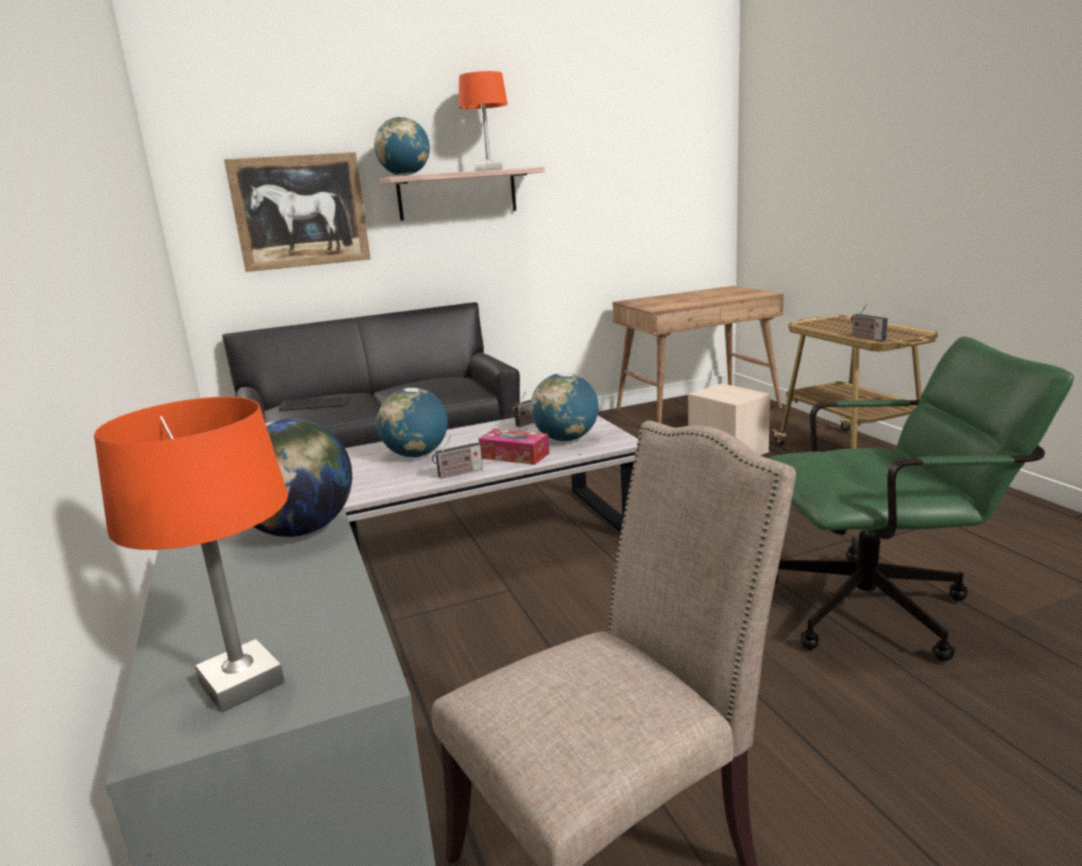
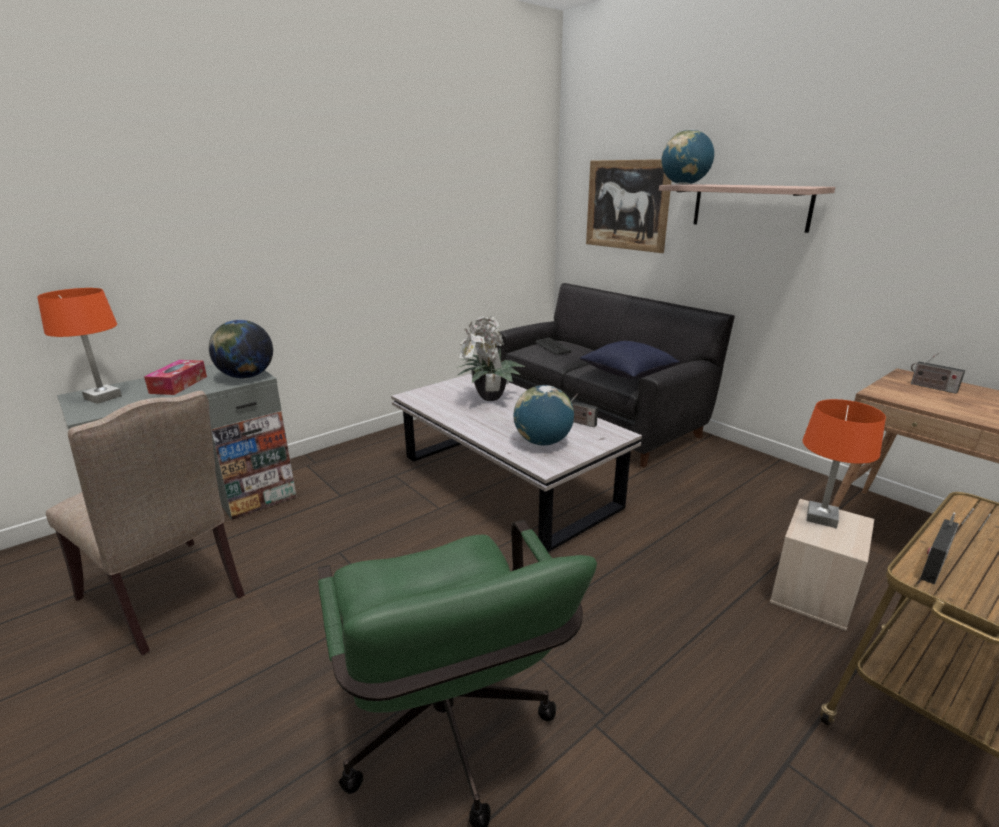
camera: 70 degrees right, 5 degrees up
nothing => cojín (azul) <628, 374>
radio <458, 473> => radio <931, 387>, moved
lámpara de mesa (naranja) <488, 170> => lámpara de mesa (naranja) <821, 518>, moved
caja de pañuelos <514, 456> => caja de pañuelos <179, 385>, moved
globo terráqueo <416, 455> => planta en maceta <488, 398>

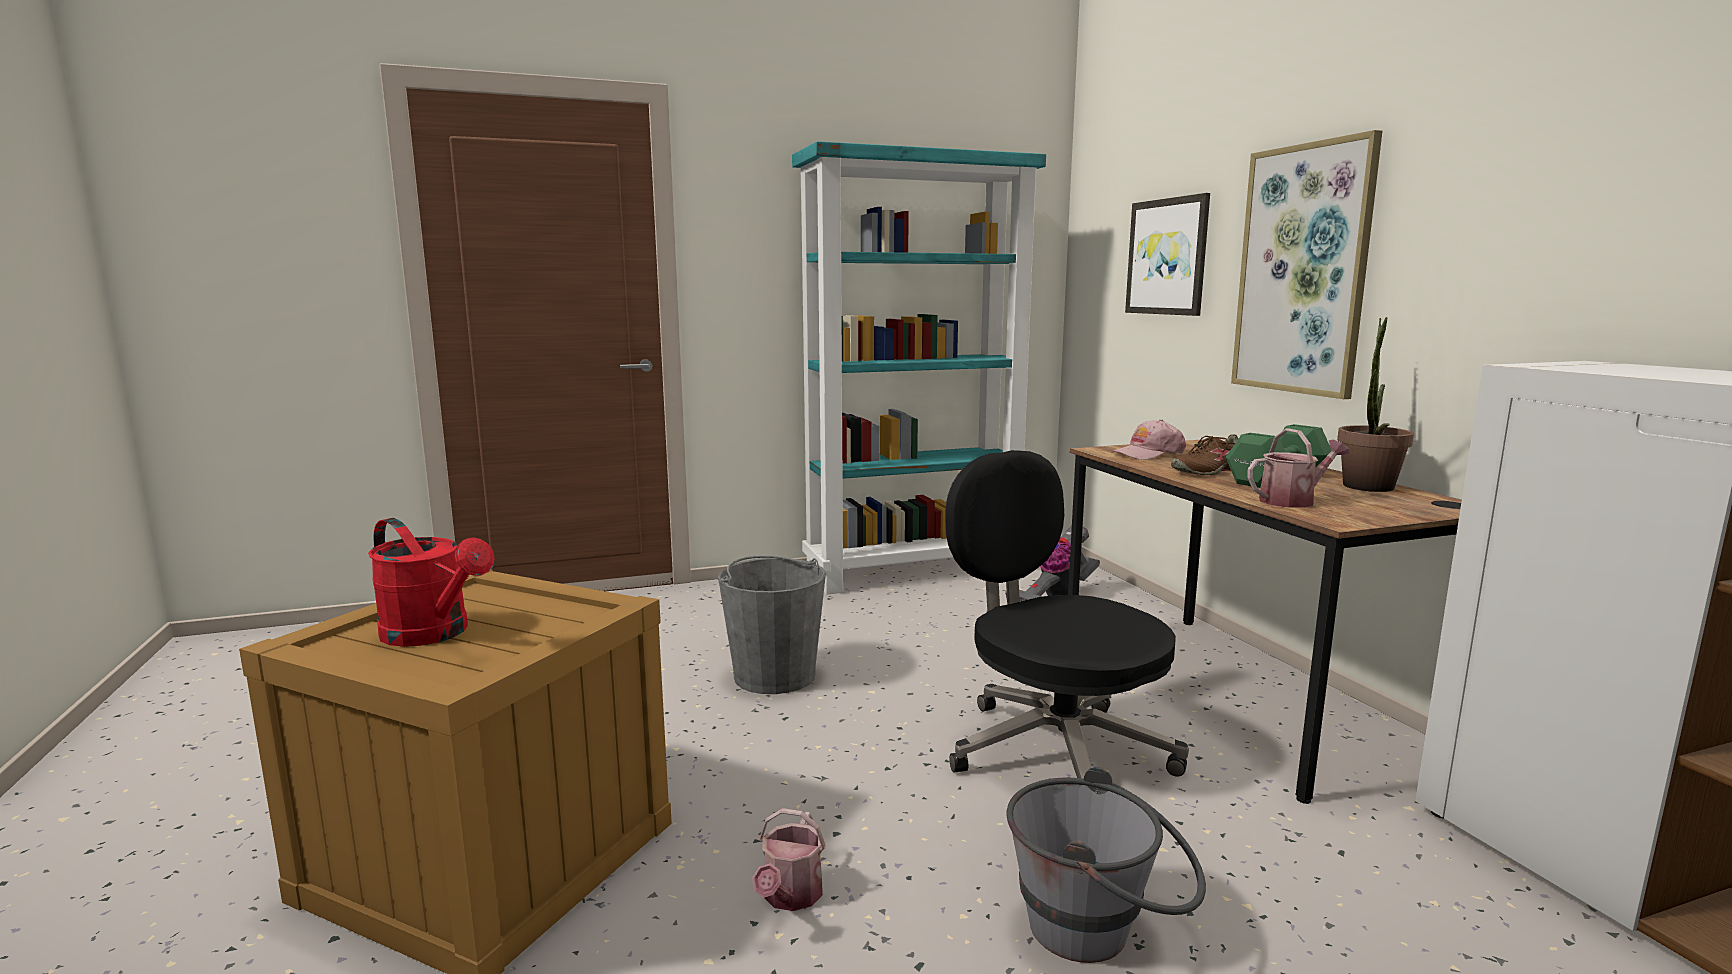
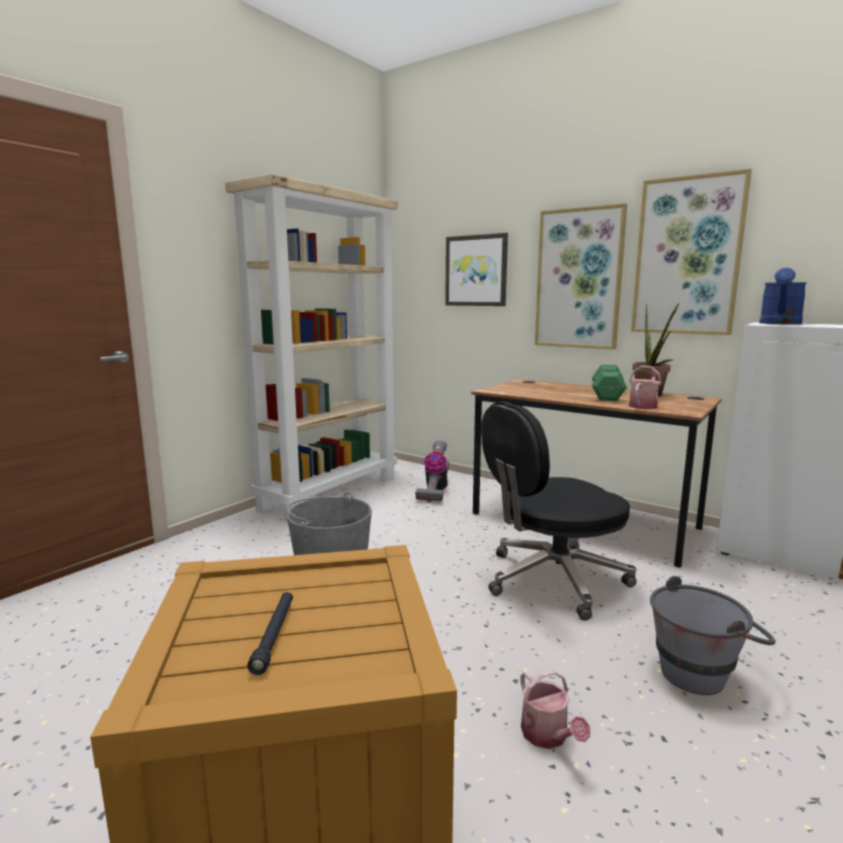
camera: 35 degrees left, 0 degrees up
gorra (rosa) <1148, 453> => nothing
zapato (marrón) <1207, 471> => nothing
nothing => cuadro <687, 256>
nothing => regadera (azul) <780, 324>
regadera (rojo) <434, 634> => linterna (negro) <274, 636>
estantería (turquesa) <914, 571> => estantería (beis) <330, 492>
silla de oficina (negro) <1055, 750> => silla de oficina (negro) <552, 580>, 45 degrees counterclockwise

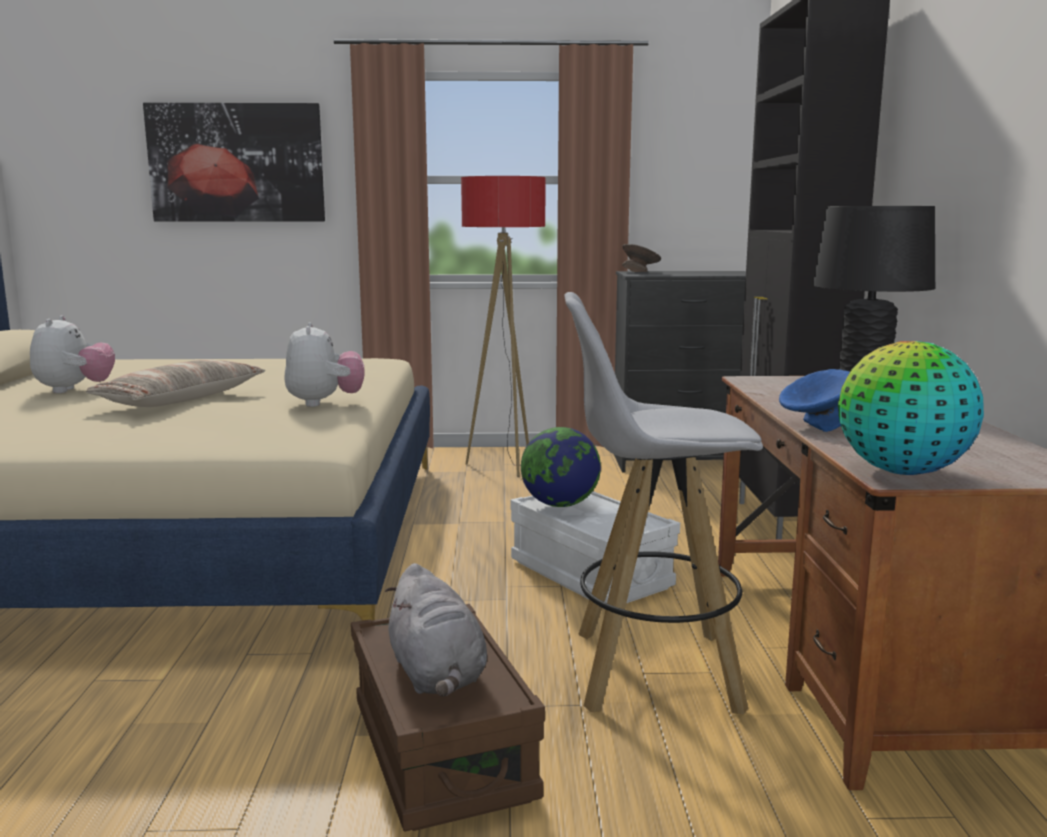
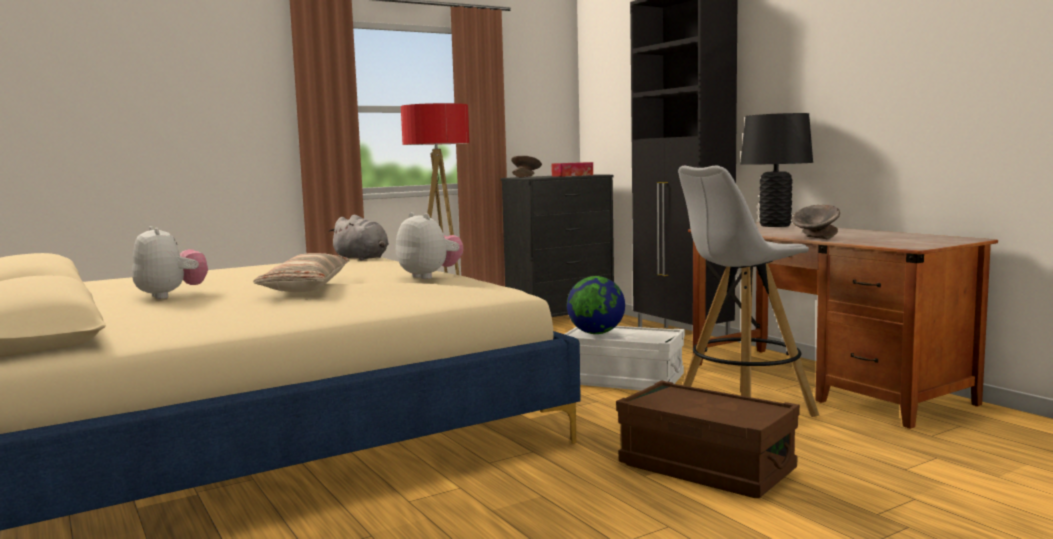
camera: 30 degrees left, 5 degrees down
cuadro <236, 163> => nothing
globo terráqueo <902, 472> => nothing
nothing => caja de pañuelos <572, 175>
peluche (gris) <437, 675> => peluche (gris) <362, 258>, moved
cuenco (azul) <816, 426> => cuenco (gris) <815, 238>

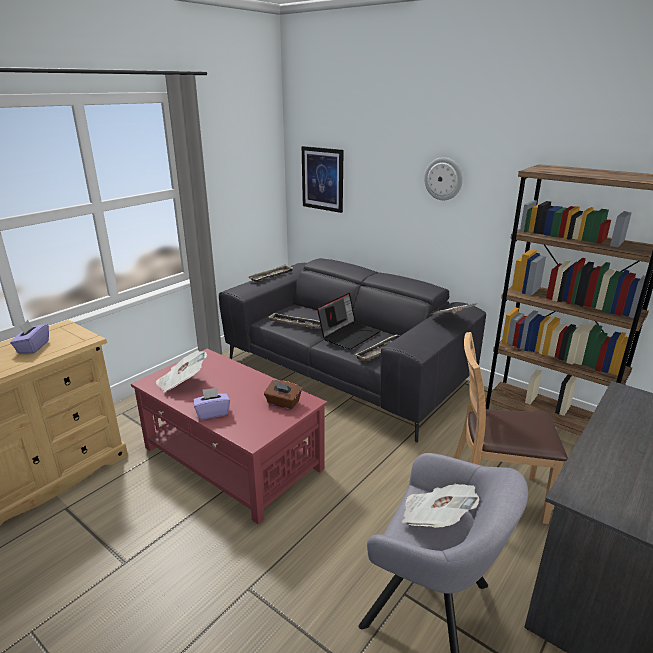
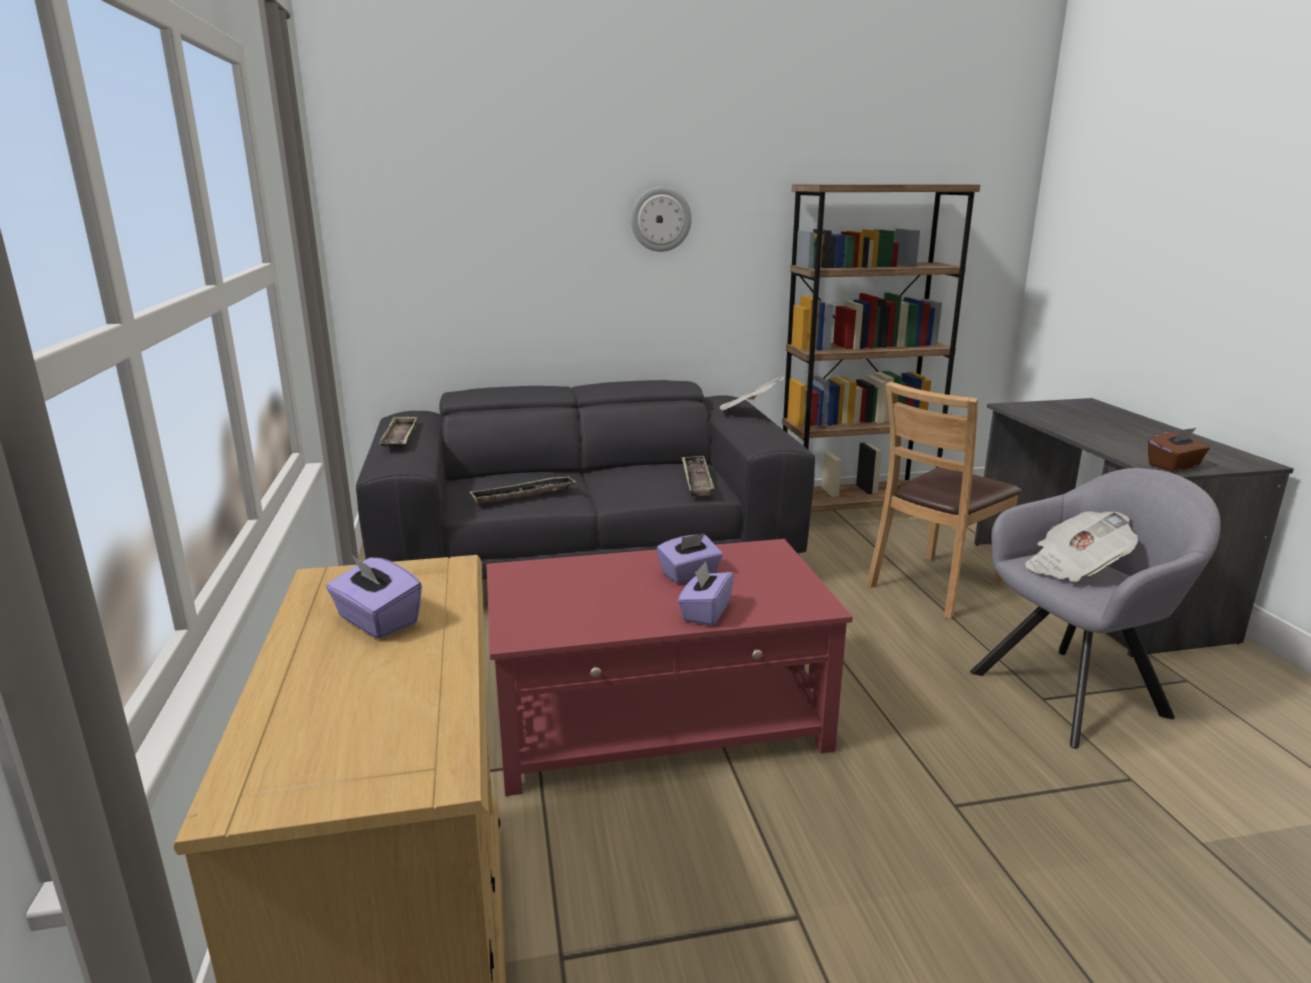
camera: 50 degrees left, 5 degrees down
periódico <182, 383> => nothing
cuadro <322, 179> => nothing
portátil <349, 334> => nothing
nothing => caja de pañuelos (morado) <689, 574>
caja de pañuelos (marrón) <283, 403> => caja de pañuelos (marrón) <1174, 466>, moved

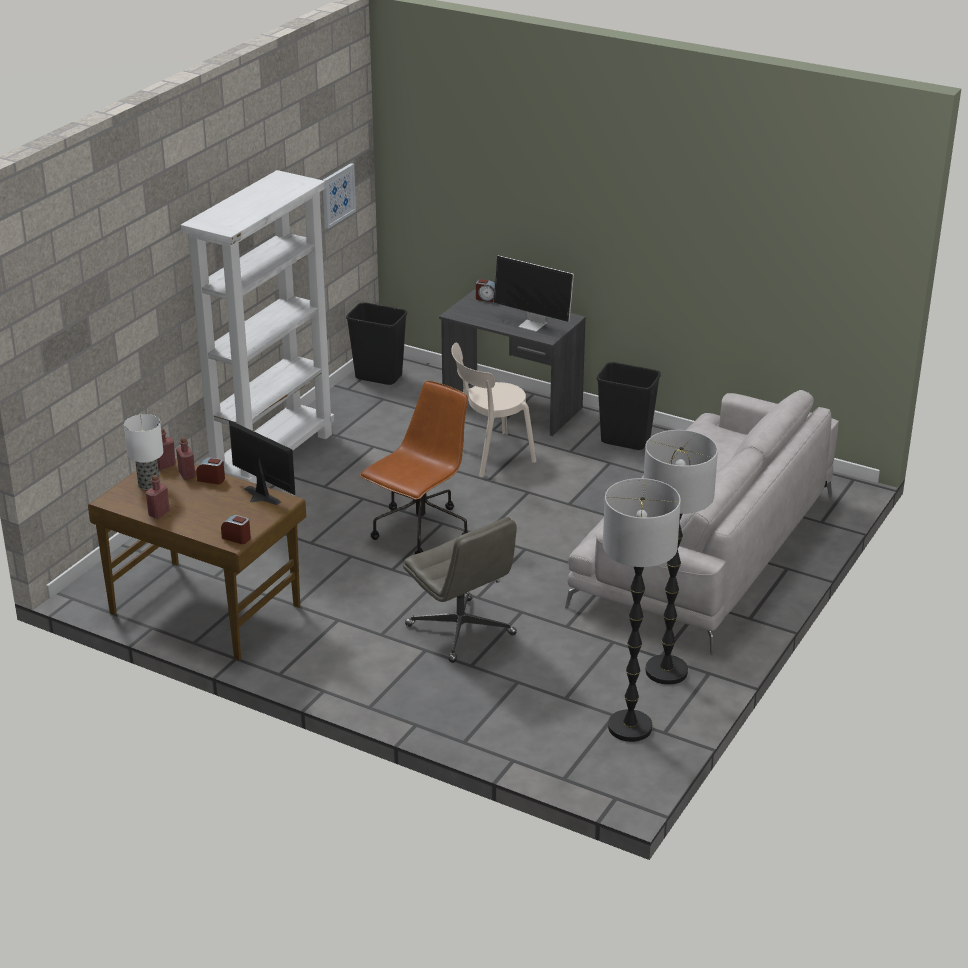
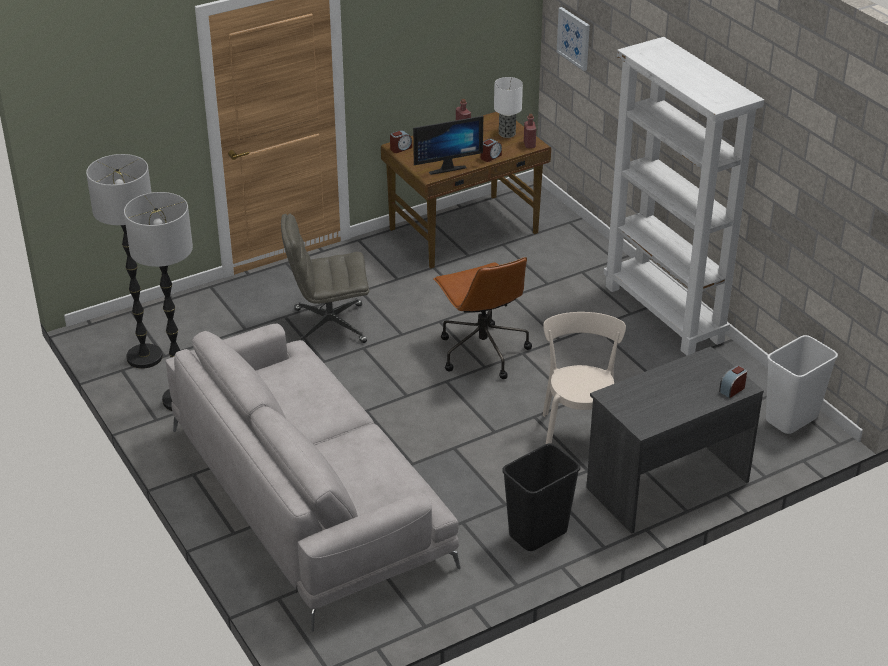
camera: 120 degrees right, 5 degrees up
botella (rojo) <187, 474> => nothing
monitor <533, 325> => nothing
cuadro <337, 195> => cuadro <574, 38>, moved
papelera (negro) <379, 377> => papelera (blanco) <791, 420>

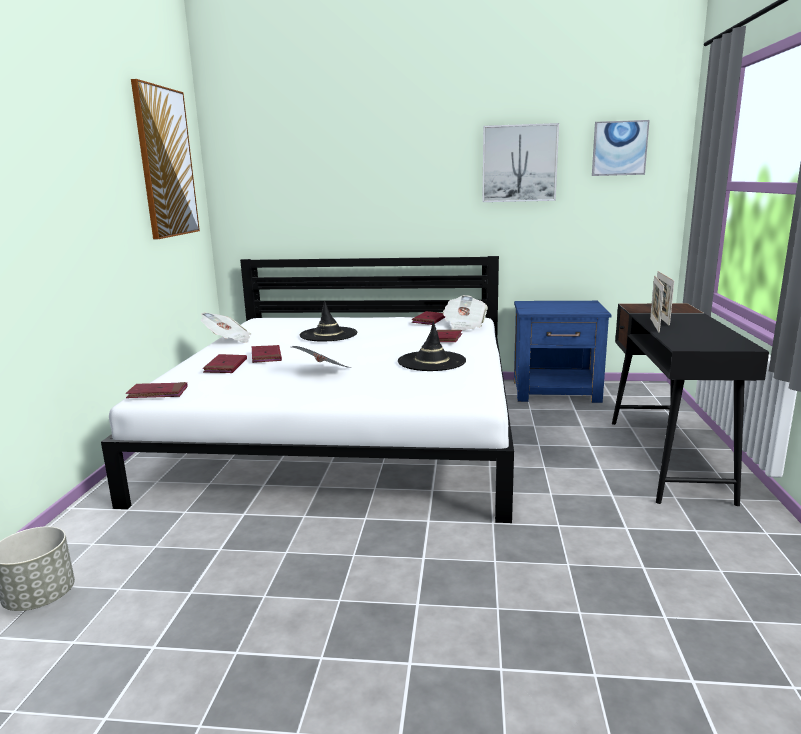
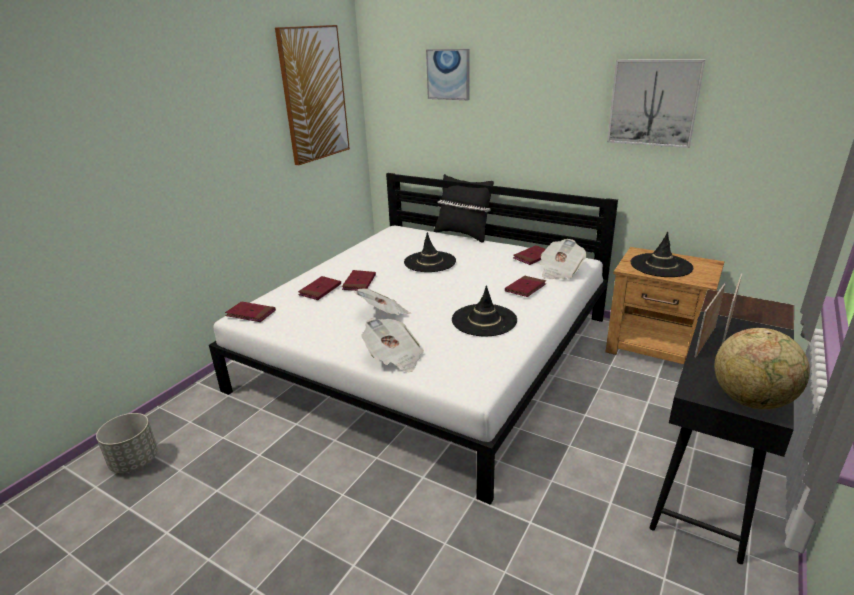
camera: 25 degrees right, 10 degrees up
nothing => cojín (negro) <463, 234>
nothing => sombrero (negro) <661, 265>
nothing => globo terráqueo <751, 400>
periódico <228, 340> => periódico <394, 358>, moved
cuadro <619, 148> => cuadro <448, 74>, moved
mesita de noche (azul) <557, 391> => mesita de noche (marrón) <656, 347>

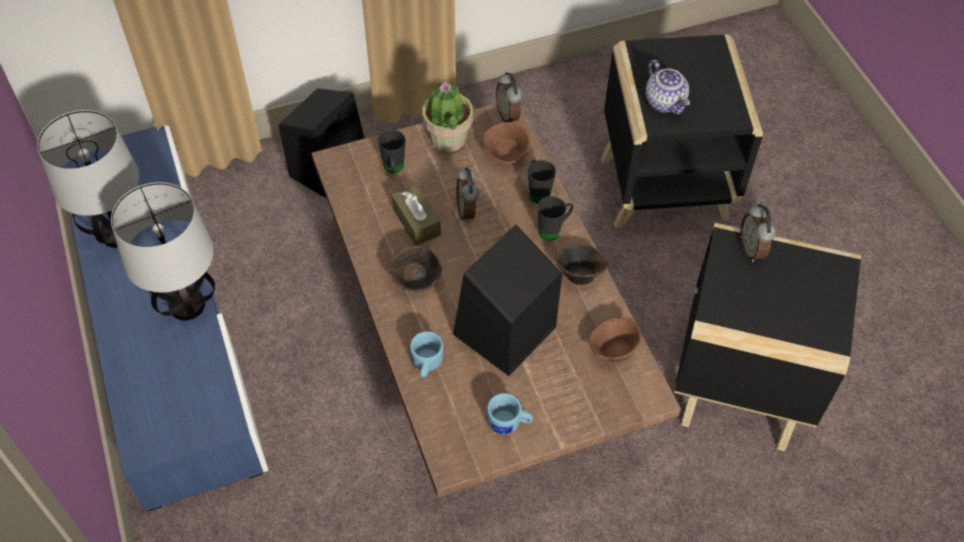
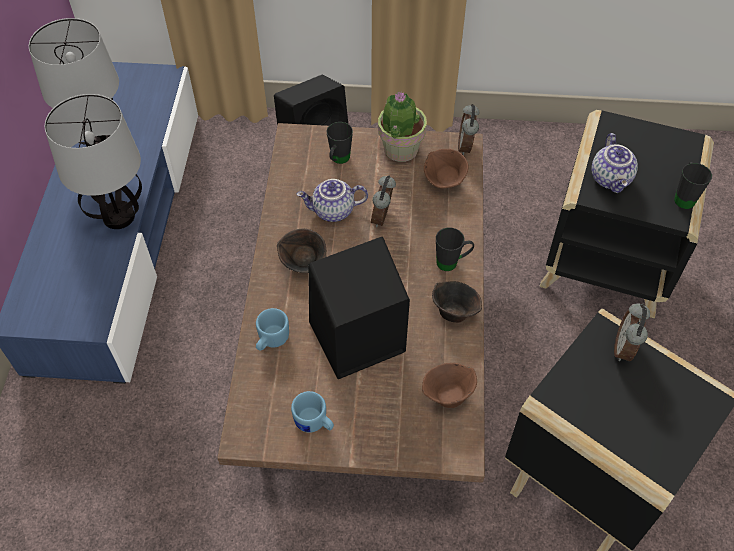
camera: 25 degrees right, 0 degrees up
taza grande (negro) <537, 192> => taza grande (negro) <683, 196>, moved
caja de pañuelos (marrón) <416, 222> => tetera <333, 212>

